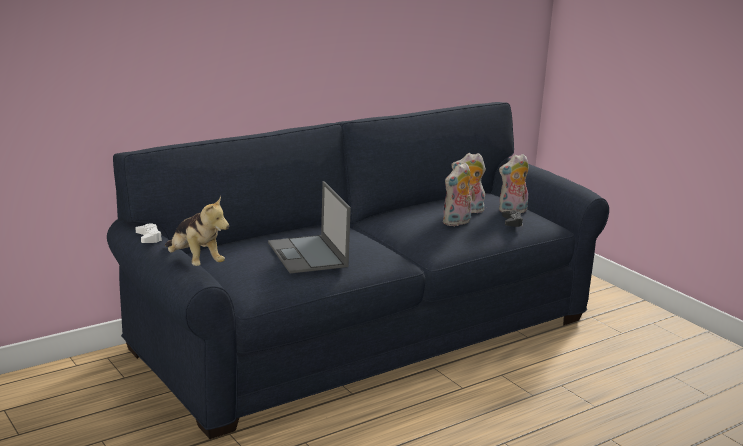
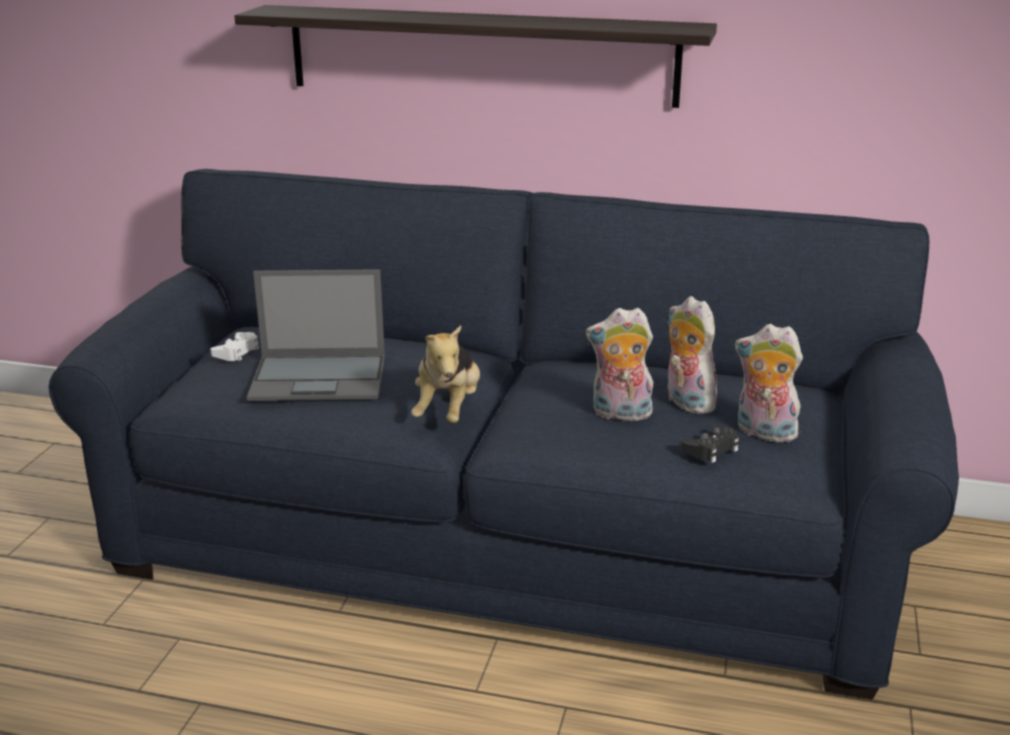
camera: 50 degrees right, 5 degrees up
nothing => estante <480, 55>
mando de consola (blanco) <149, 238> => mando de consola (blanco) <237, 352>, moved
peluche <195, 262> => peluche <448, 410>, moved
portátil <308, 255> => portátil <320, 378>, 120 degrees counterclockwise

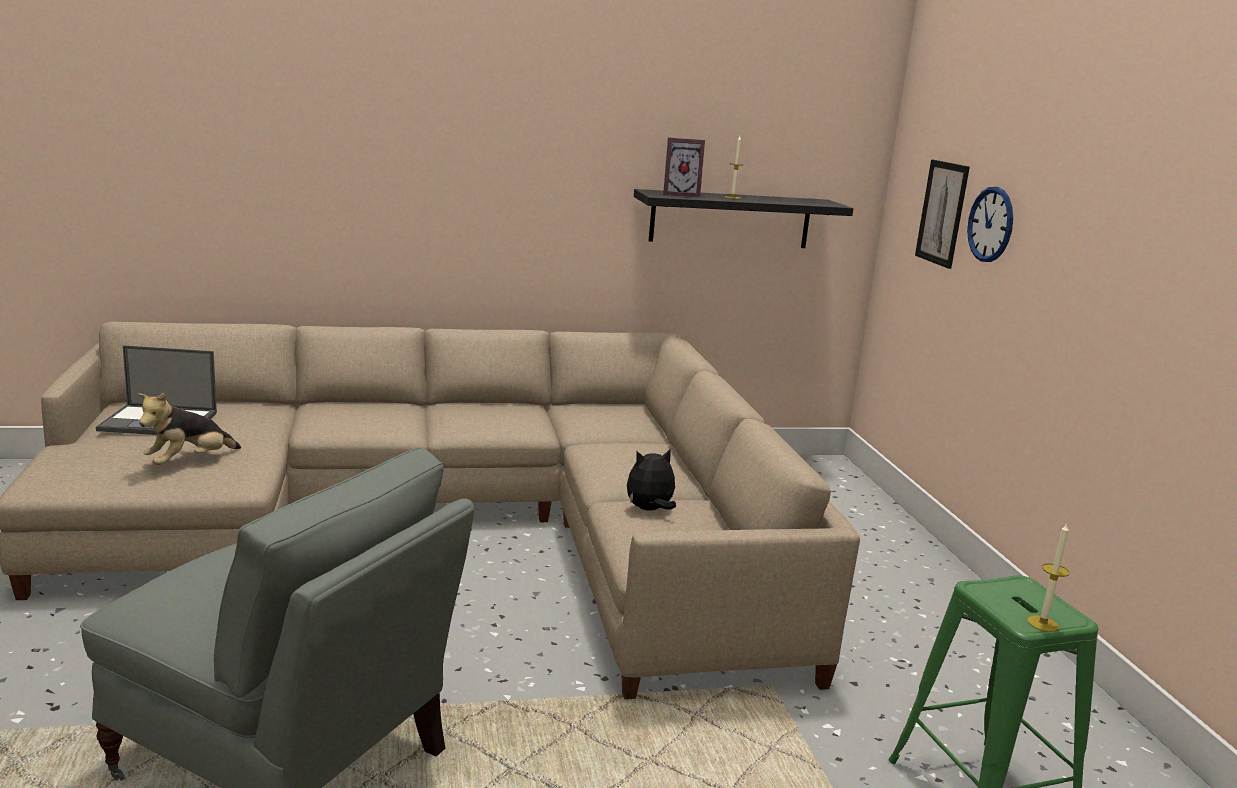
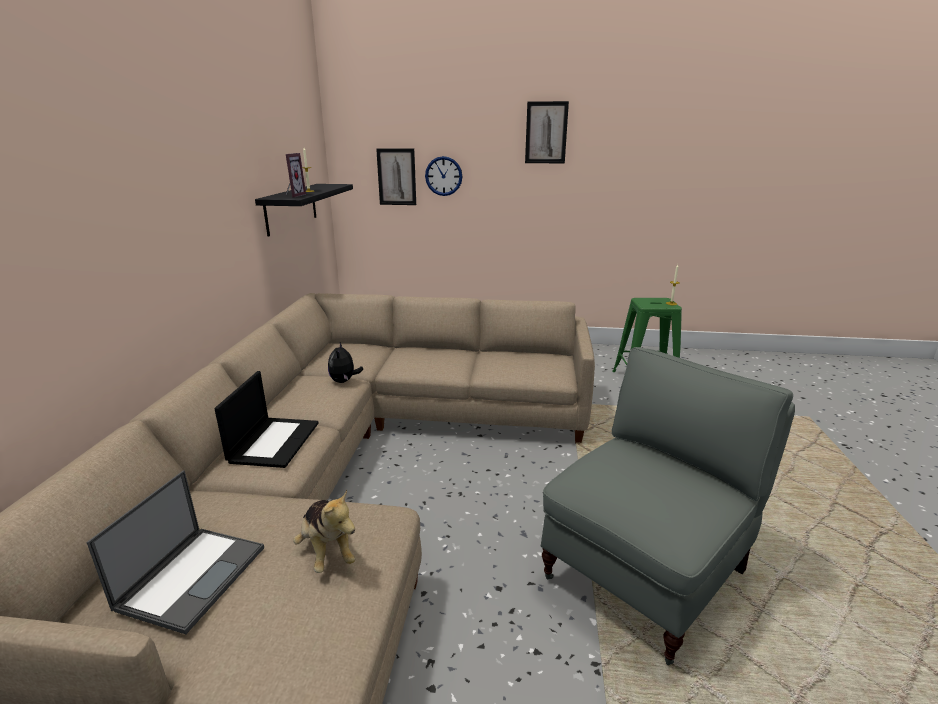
camera: 70 degrees left, 5 degrees up
nothing => portátil <274, 441>
nothing => cuadro <546, 133>
peluche <650, 510> => peluche <344, 381>, moved

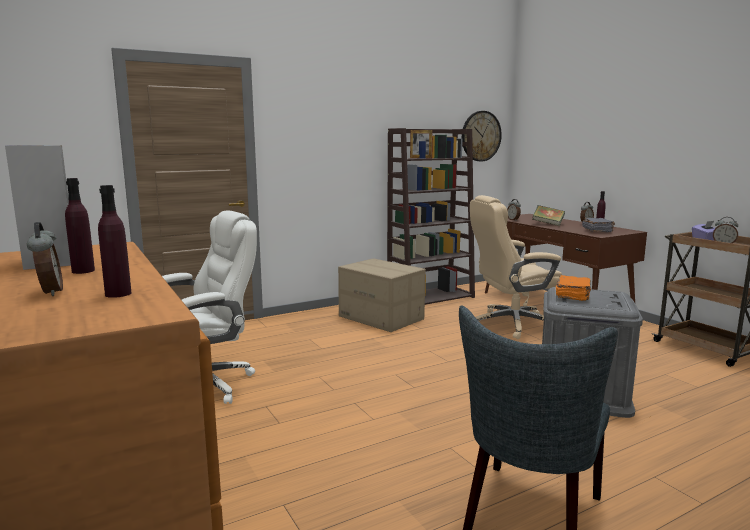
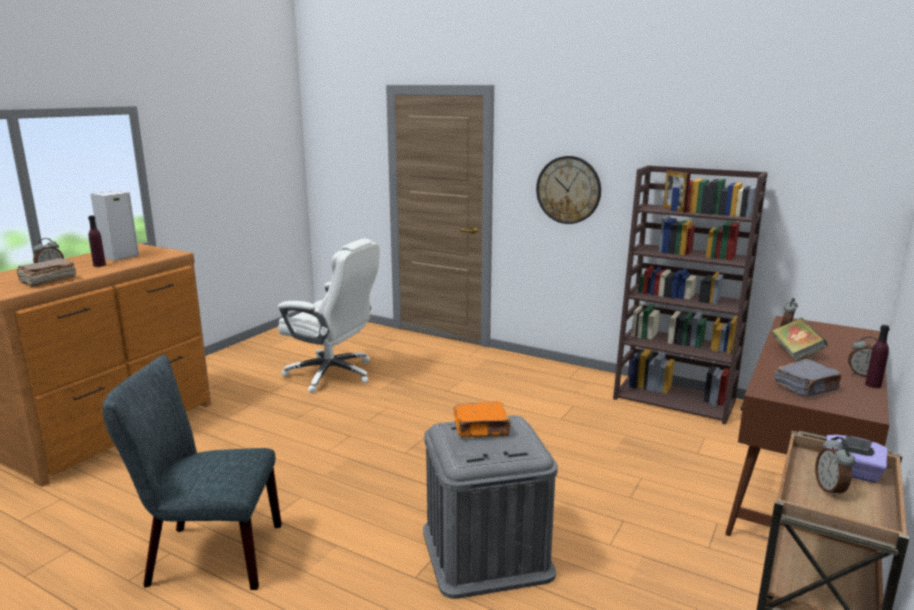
camera: 60 degrees right, 5 degrees up
caja de cartón <381, 318> => nothing
silla de oficina (beis) <511, 324> => nothing
reloj de pared <481, 136> => reloj de pared <568, 190>, moved
botella (morado) <118, 294> => libro (marrón) <47, 280>

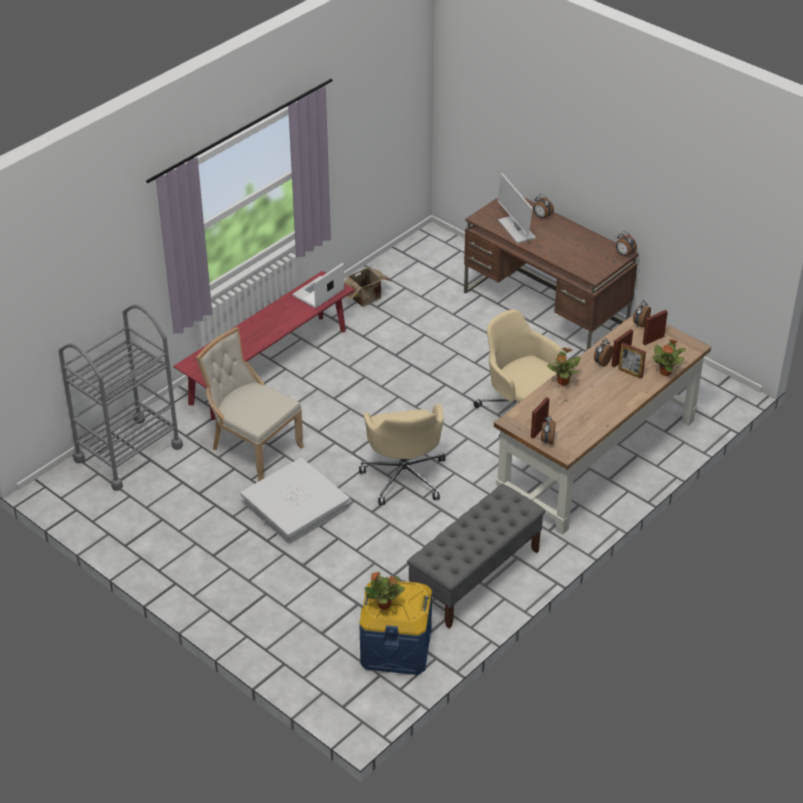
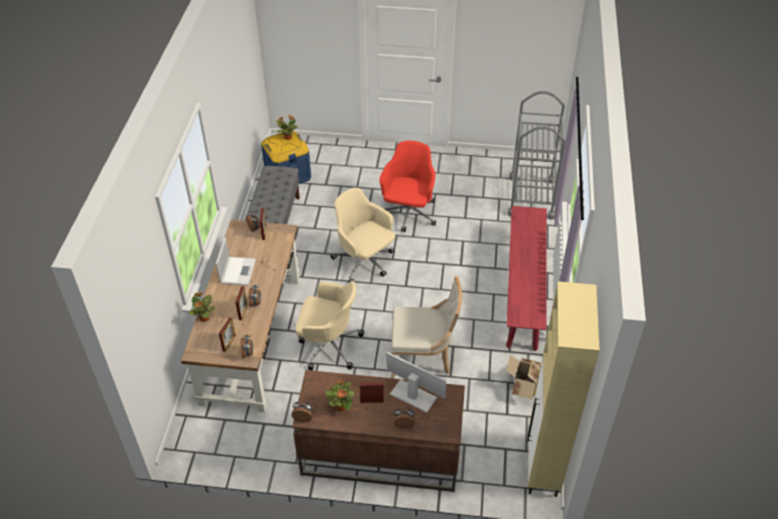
camera: 145 degrees right, 5 degrees up
nothing => armario (beis) <542, 467>
silla (beis) <253, 448> => silla (beis) <423, 357>, moved
portátil <318, 293> => portátil <238, 270>, moved
planta en maceta <562, 382> => planta en maceta <341, 406>, moved
portarretratos <630, 373> => portarretratos <371, 401>, moved
caja de almacenaje (blanco) <295, 507> => silla de oficina (rojo) <408, 214>

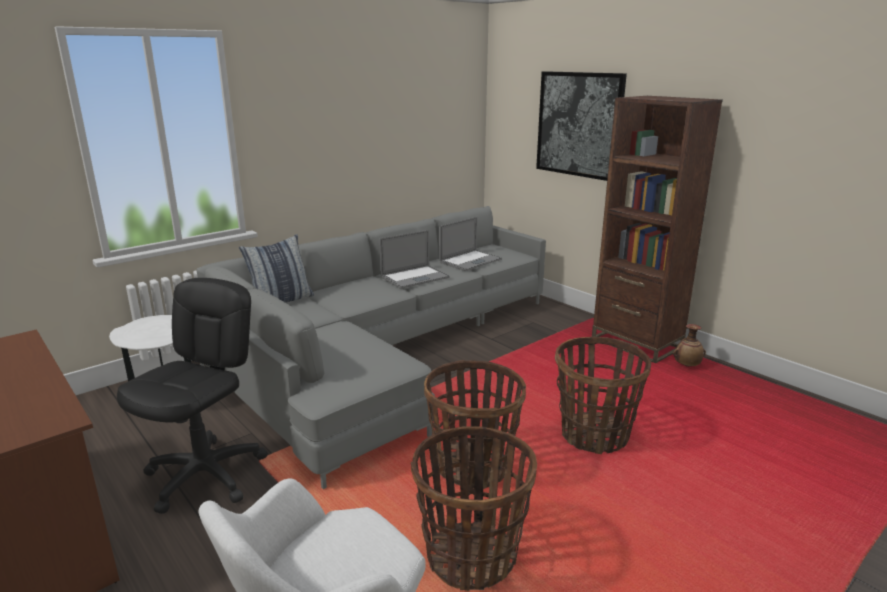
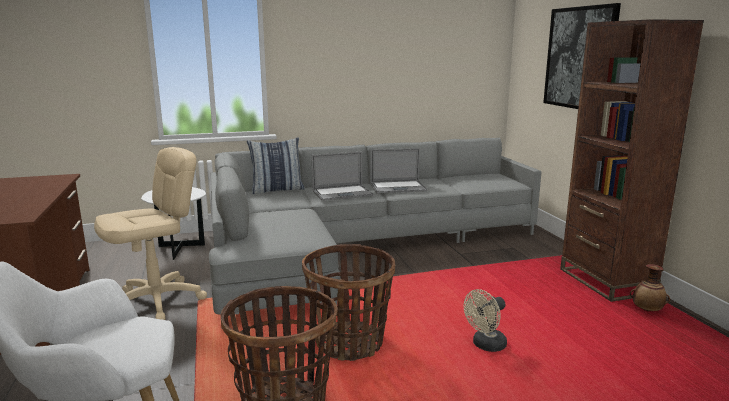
camera: 25 degrees right, 5 degrees down
portátil <470, 261> => portátil <342, 193>, moved
cesta <594, 435> => ventilador (beis) <485, 346>
silla de oficina (negro) <206, 475> => silla de oficina (beis) <157, 301>

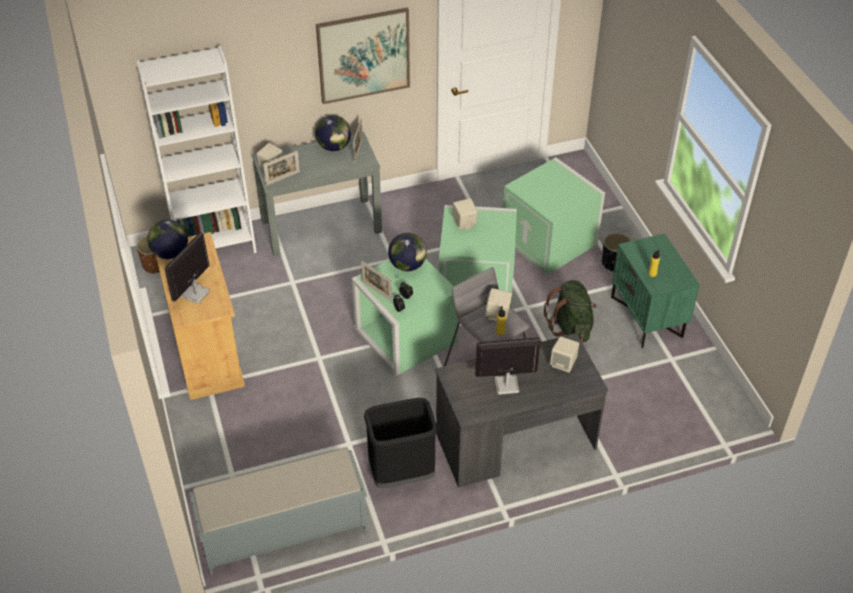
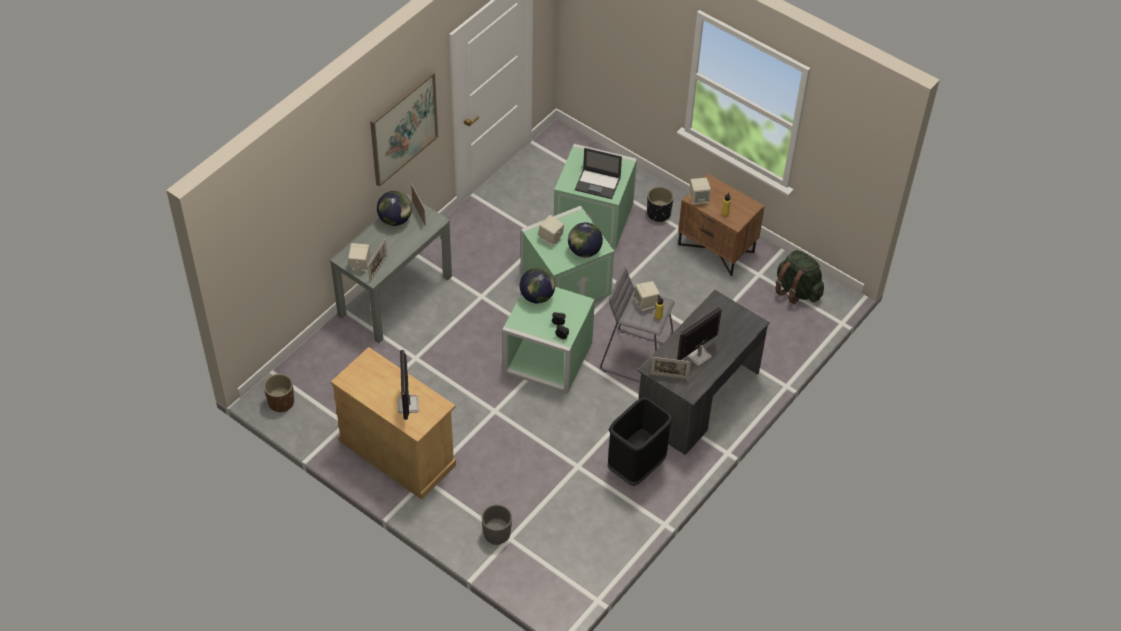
camera: 35 degrees left, 5 degrees up
estantería (blanco) <215, 246> => nothing
banco (gris) <282, 530> => nothing
nothing => maceta (gris) <496, 533>
nothing => portátil <598, 184>
globo terráqueo <170, 253> => globo terráqueo <584, 251>, moved
portarretratos <377, 291> => portarretratos <669, 376>, moved
mochila (verde) <570, 327> => mochila (verde) <797, 290>, moved
altavoz (beis) <563, 364> => altavoz (beis) <699, 198>, moved
mesita de noche (verde) <647, 317> => mesita de noche (marrón) <717, 248>

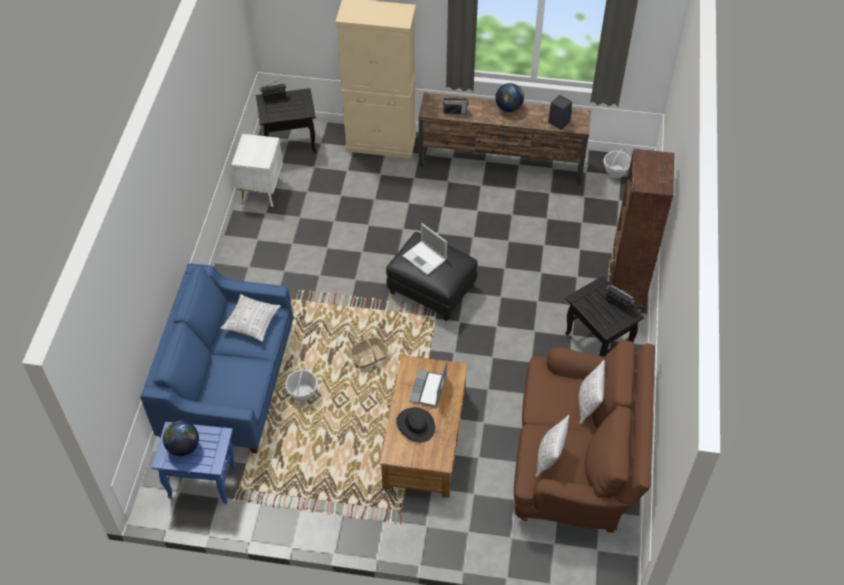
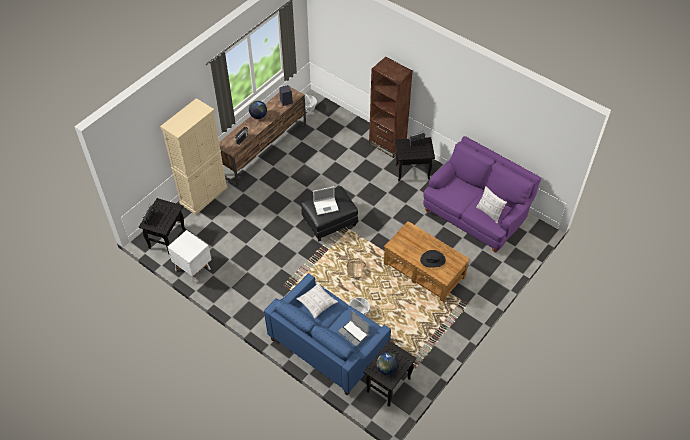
camera: 60 degrees left, 0 degrees up
cojín <588, 404> => nothing
portátil <428, 390> => portátil <354, 333>, moved
mesa auxiliar (azul) <204, 481> => mesa auxiliar (negro) <388, 384>
sofá (marrón) <576, 462> => sofá (morado) <475, 215>

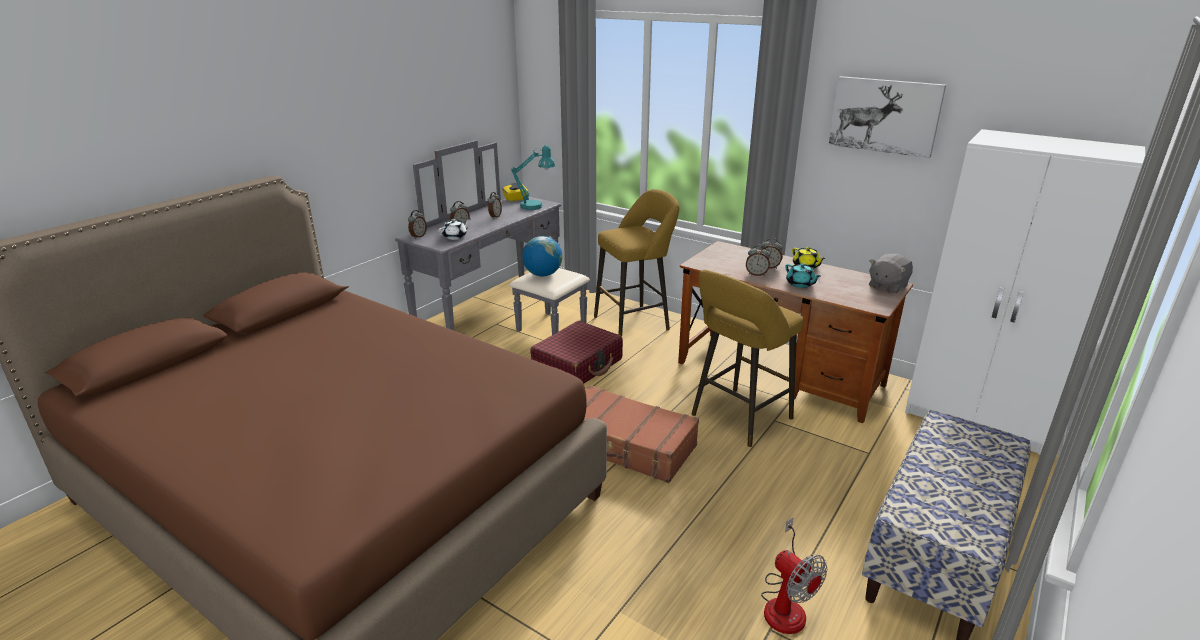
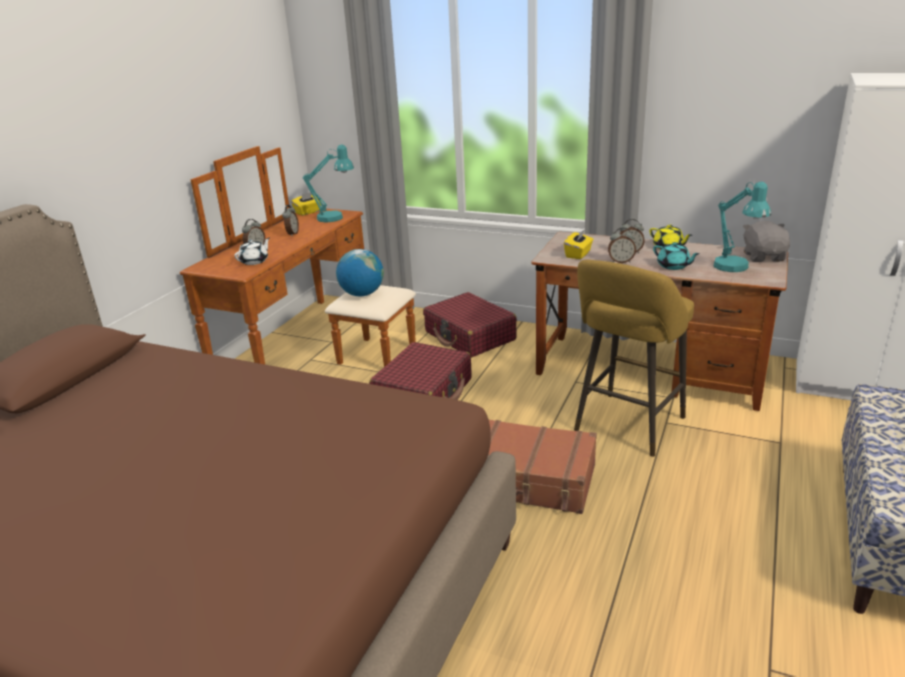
camera: 10 degrees left, 0 degrees up
despertador <418, 236> => nothing
ventilador <785, 603> => nothing
cuadro <885, 115> => nothing
nothing => caja de pañuelos (amarillo) <578, 254>
nothing => lámpara de mesa (turquesa) <735, 268>
taburete (amarillo) <635, 322> => maleta (rojo) <470, 336>
cómoda (gris) <504, 311> => cómoda (marrón) <314, 344>
peluche (gris) <887, 286> => peluche (gris) <764, 257>, 150 degrees clockwise

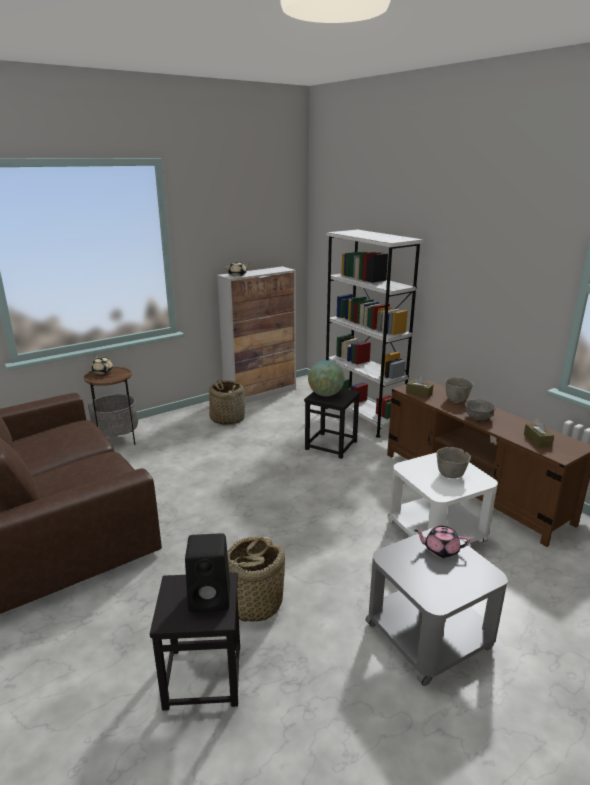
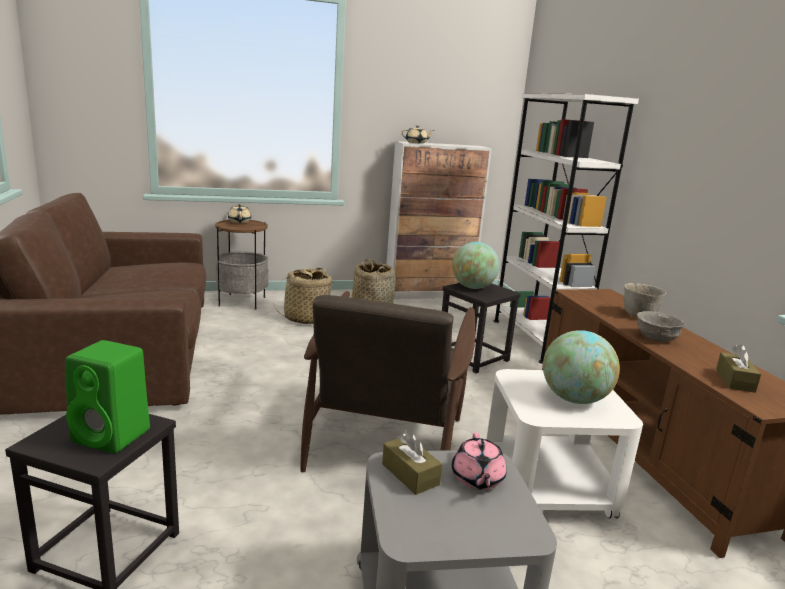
camera: 20 degrees right, 5 degrees down
nothing => sillón (marrón) <385, 439>
cesta <253, 603> => cesta <306, 318>, moved
caja de pañuelos (marrón) <419, 393> => caja de pañuelos (marrón) <410, 474>, moved
cuenco (gris) <451, 475> => globo terráqueo <574, 399>
altavoz (negro) <211, 598> => altavoz (verde) <114, 436>
tetera (rosa) <440, 550> => tetera (rosa) <477, 479>, 120 degrees counterclockwise

